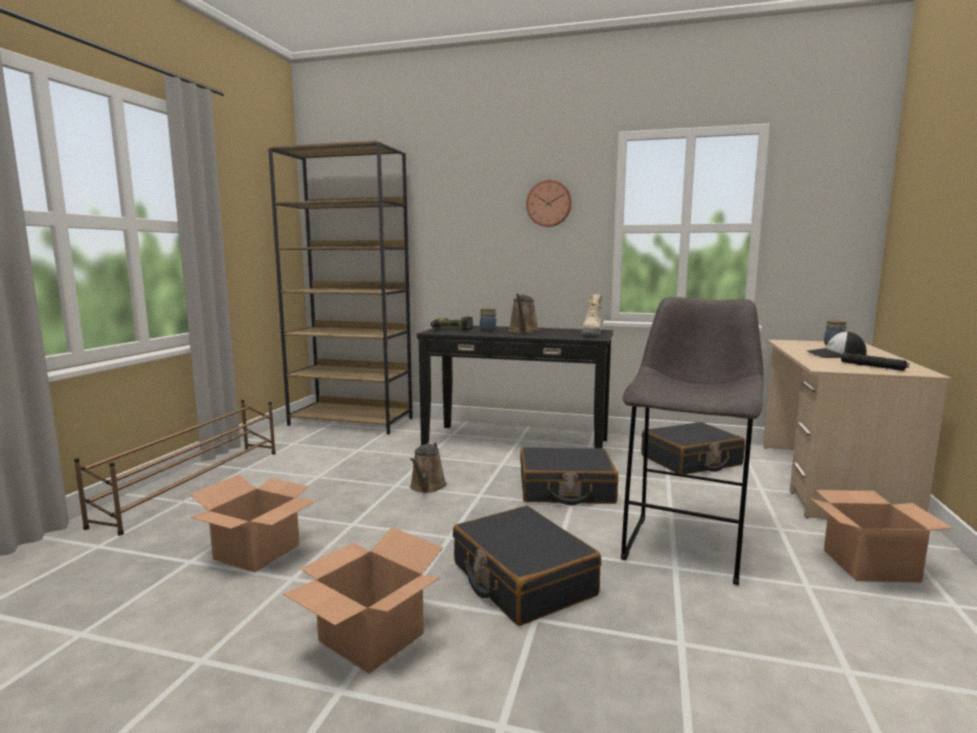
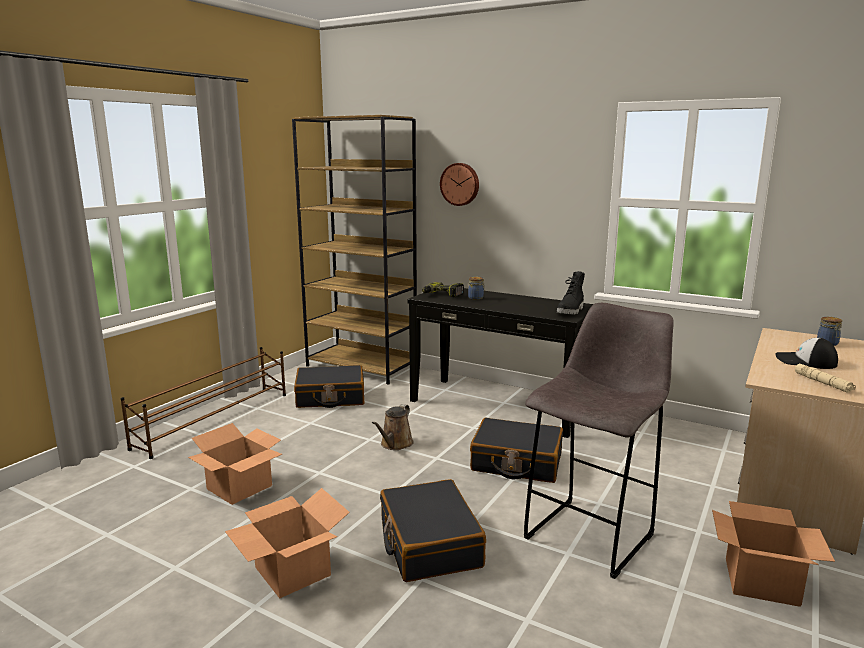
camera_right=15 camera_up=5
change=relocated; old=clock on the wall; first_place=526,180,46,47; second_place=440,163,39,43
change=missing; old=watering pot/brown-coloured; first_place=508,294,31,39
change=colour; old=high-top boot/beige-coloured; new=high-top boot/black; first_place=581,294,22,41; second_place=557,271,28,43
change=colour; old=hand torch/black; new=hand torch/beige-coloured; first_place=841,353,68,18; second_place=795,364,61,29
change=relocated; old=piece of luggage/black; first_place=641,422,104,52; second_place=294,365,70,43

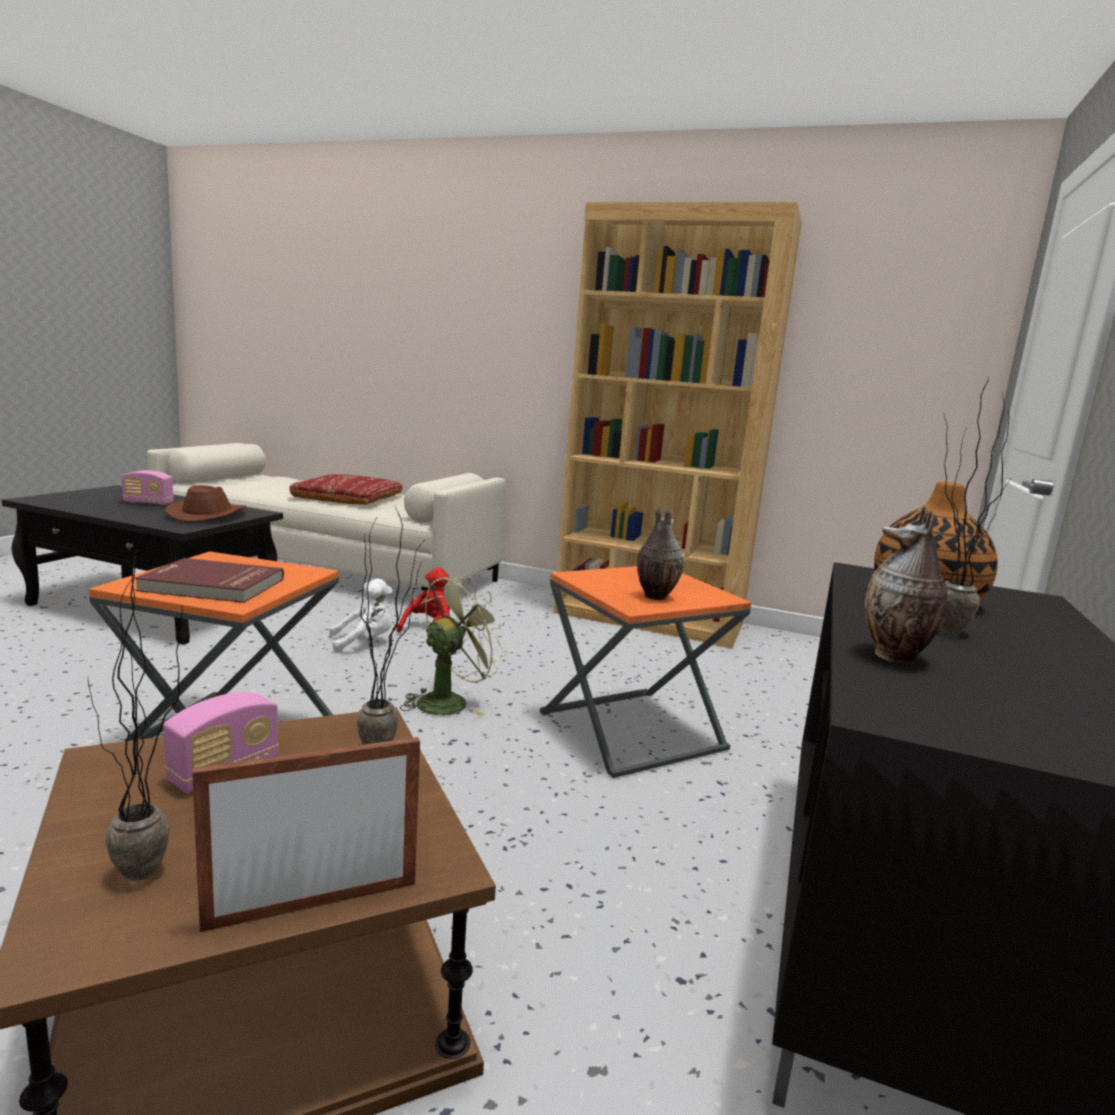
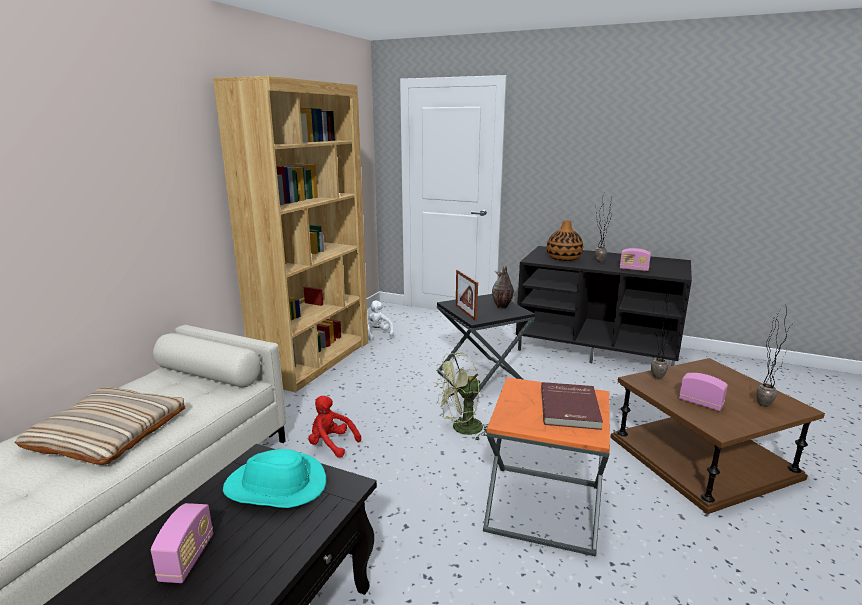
camera_right=-85 camera_up=5
change=colour; old=cushion/red; new=cushion/beige-coloured; first_place=289,474,114,31; second_place=15,387,170,78
change=colour; old=clothing hat/brown-coloured; new=clothing hat/blue-green; first_place=165,485,82,37; second_place=223,449,103,59
change=exchanged; old=vase; new=radio; first_place=864,506,84,158; second_place=620,248,31,23
change=colour; old=accent table/orangey; new=accent table/black; first_place=540,566,211,212; second_place=436,294,99,106
change=spun; old=fan/greenish; first_place=400,574,108,142; second_place=434,352,54,88; degrees=-75
change=relocated; old=soft toy/whitish; first_place=329,579,63,74; second_place=367,300,27,40
change=relocated; old=picture frame; first_place=192,737,228,195; second_place=456,270,22,51

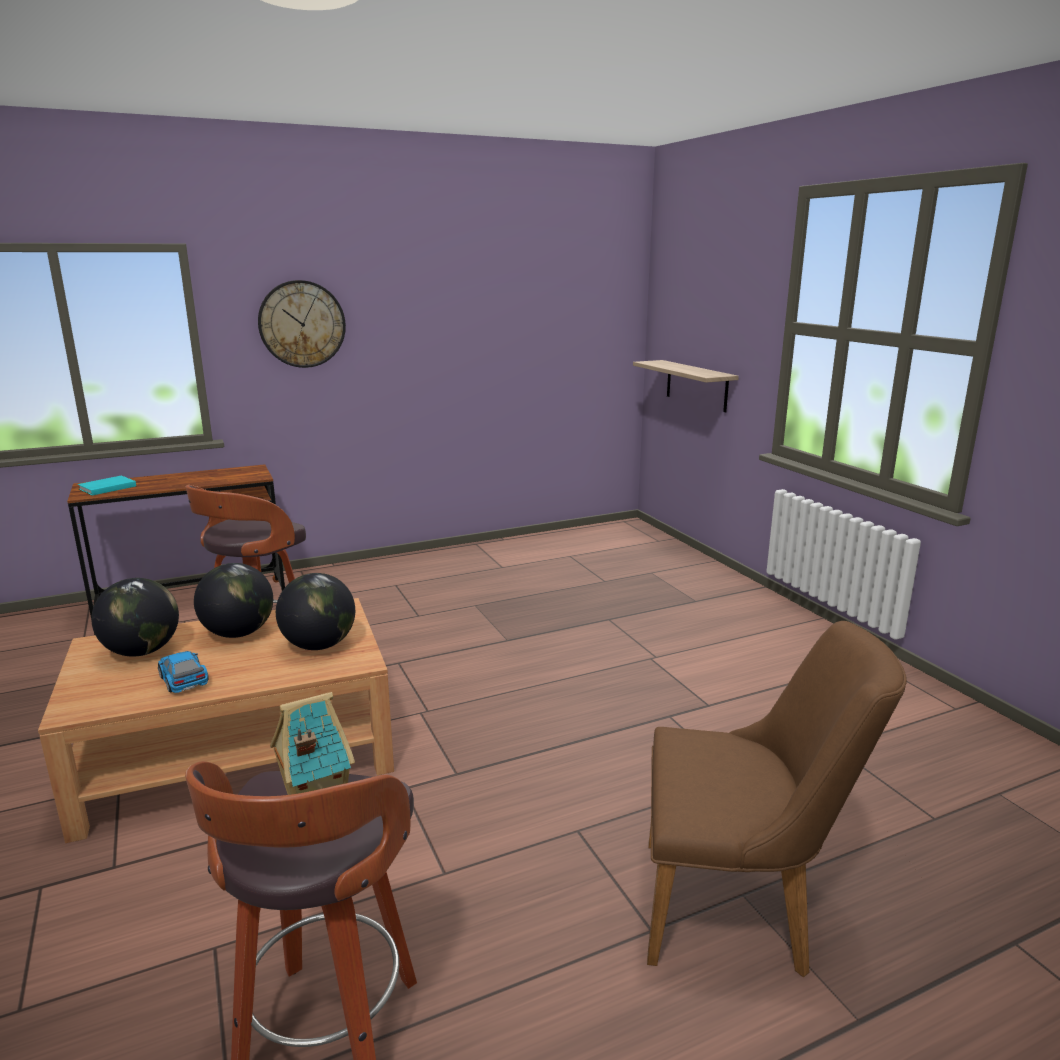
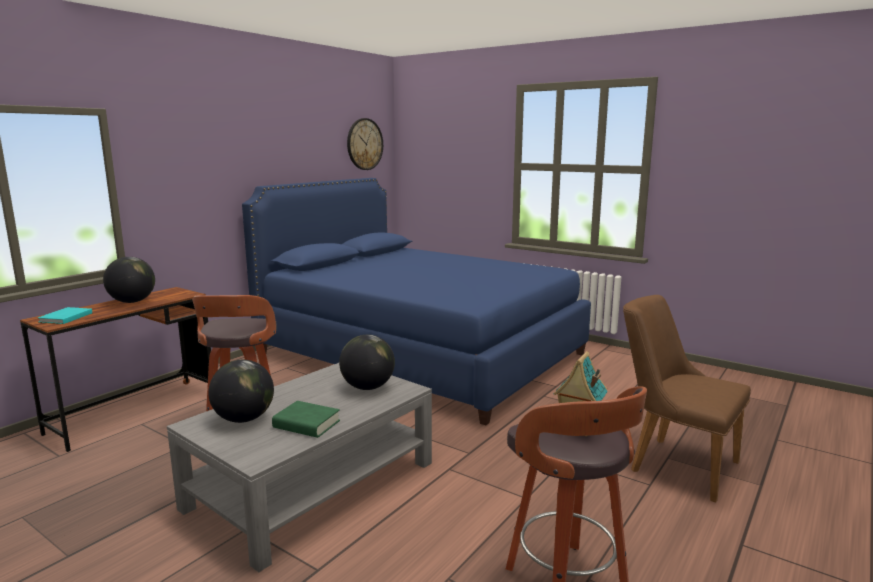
camera_right=-30 camera_up=-5
change=relocated; old=clock on the wall; first_place=258,280,88,88; second_place=347,118,36,52
change=missing; old=wall shelf; first_place=633,360,106,52
change=relocated; old=globe; first_place=194,563,79,75; second_place=103,257,52,46
change=colour; old=lounge table/brown-coloured; new=lounge table/greyish; first_place=38,598,356,245; second_place=167,363,265,209
change=spun; old=upright chair/brown-coloured; first_place=647,621,260,357; second_place=623,295,128,208; degrees=-120
change=exchanged; old=model car; new=bound book/greenish; first_place=158,651,51,42; second_place=272,401,68,37
change=appeared; new=bedroom bed/blue-coloured; second_place=242,178,349,247

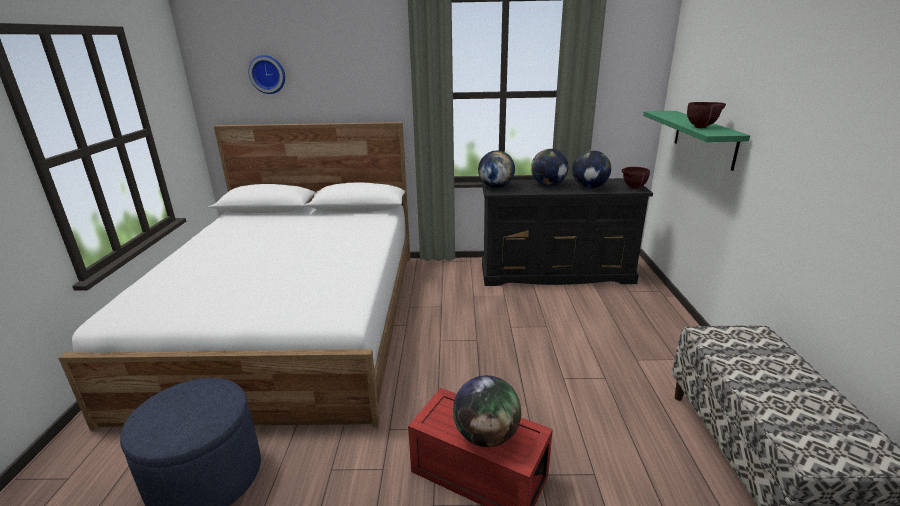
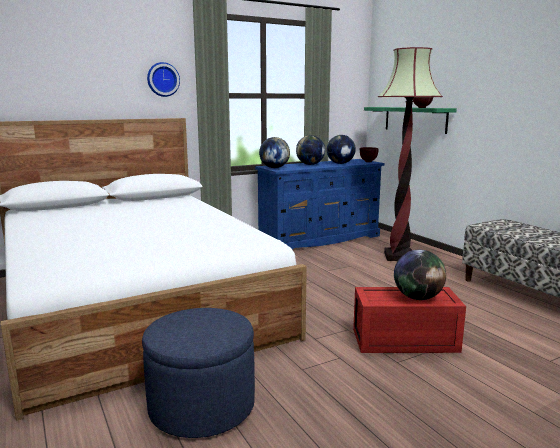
camera_right=-30 camera_up=-10
change=relocated; old=clock on the wall; first_place=248,55,37,39; second_place=147,62,33,35
change=colour; old=chest of drawers/black; new=chest of drawers/blue-coloured; first_place=482,178,171,108; second_place=255,159,129,90
change=appeared; new=standing lamp; second_place=378,47,65,214

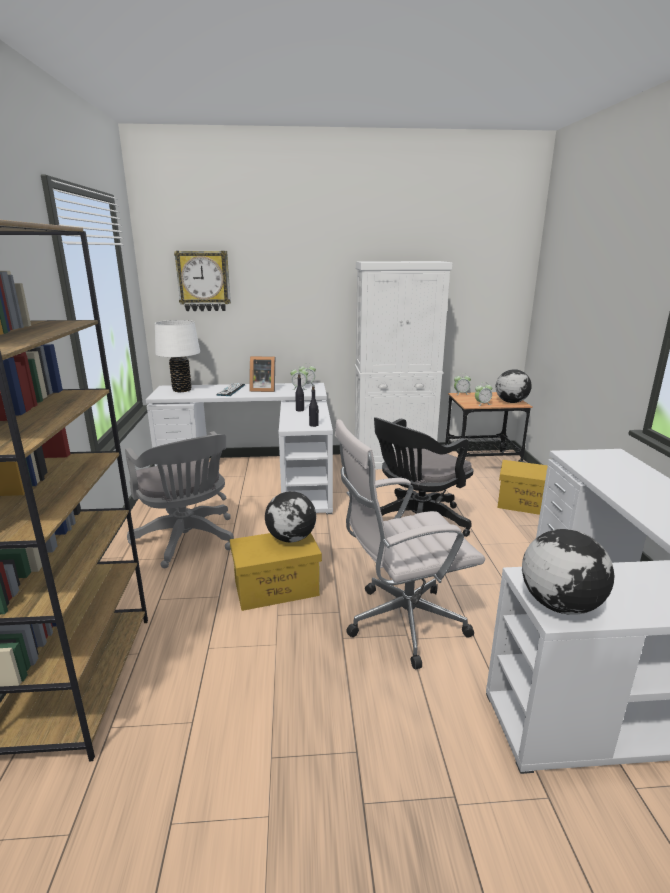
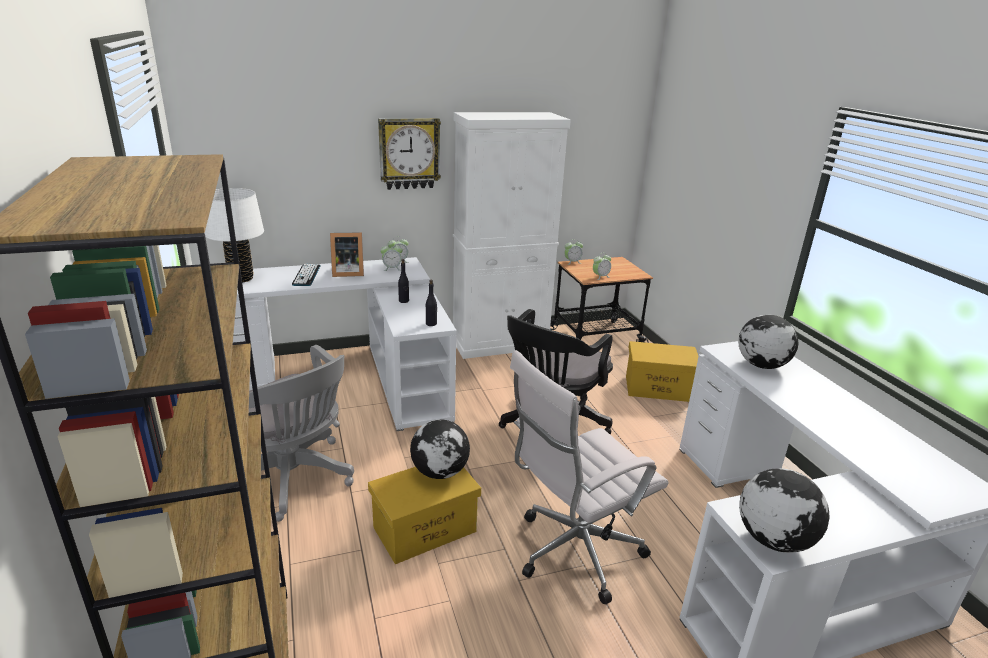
camera_right=-15 camera_up=5
change=relocated; old=clock on the wall; first_place=174,251,57,60; second_place=378,118,63,72
change=relocated; old=globe; first_place=496,369,36,34; second_place=738,315,60,54

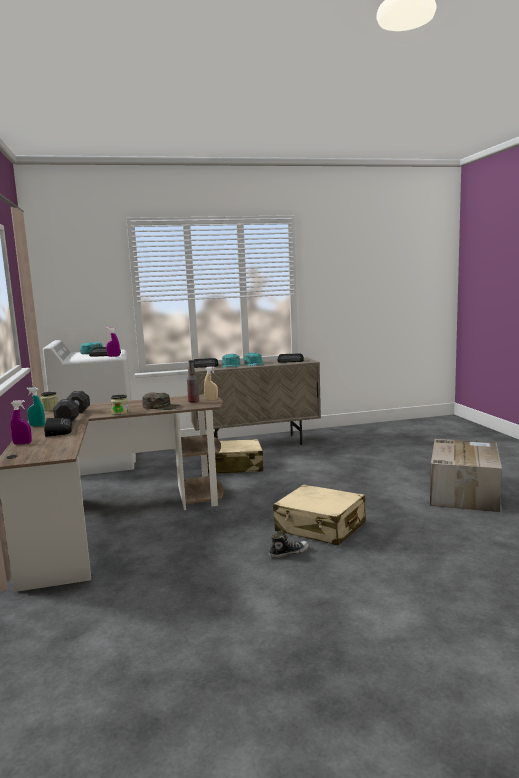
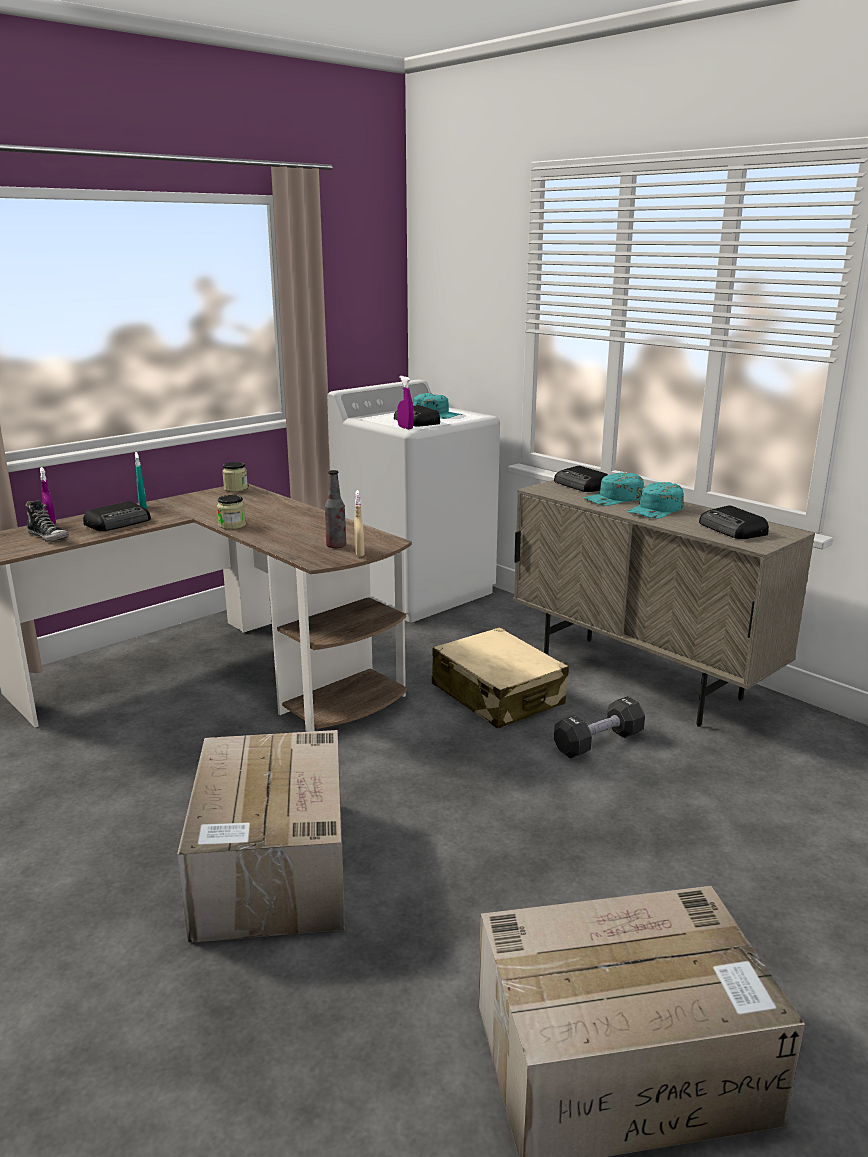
camera_right=60 camera_up=10
change=relocated; old=hand weight/black; first_place=53,391,37,30; second_place=554,696,91,63
change=missing; old=cap/greenish; first_place=142,392,39,18
change=exchanged; old=piece of luggage/beige-coloured; new=packing box; first_place=273,484,93,62; second_place=177,730,168,213
change=relocated; old=item of footwear; first_place=269,531,40,27; second_place=26,500,43,42

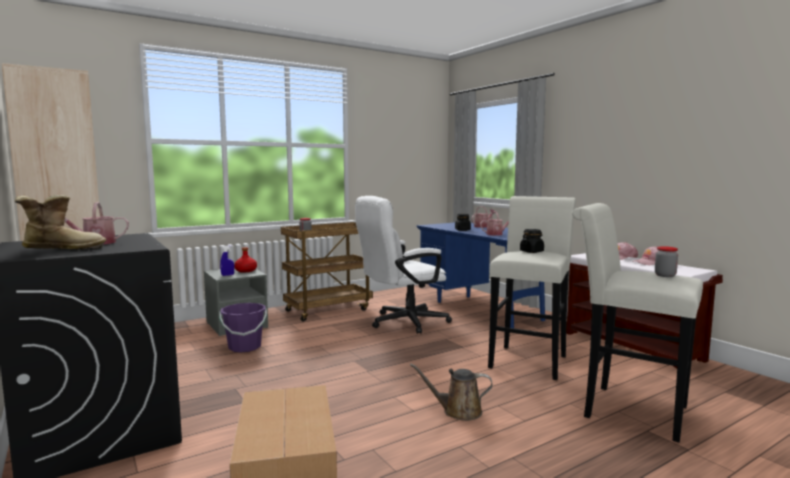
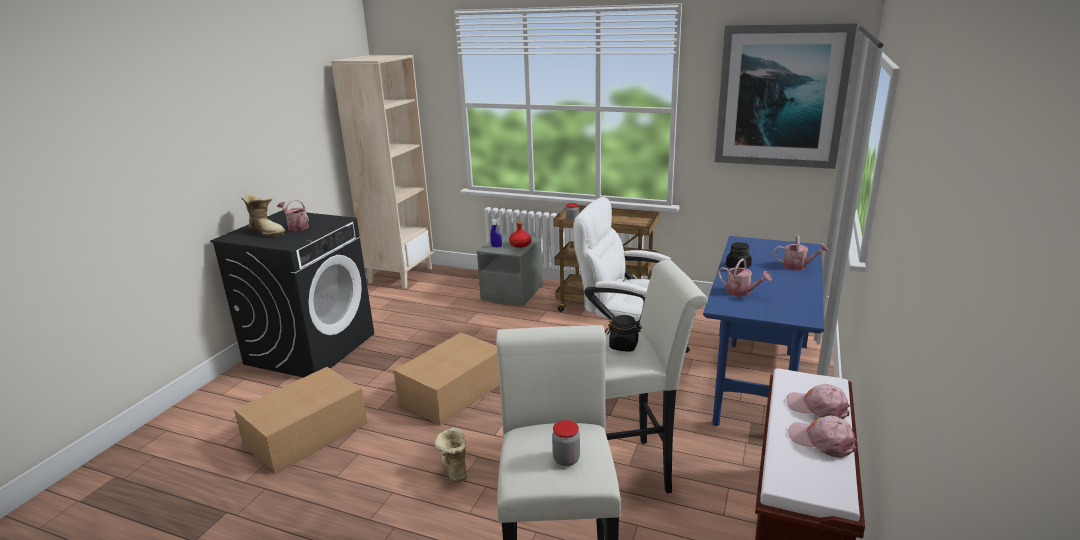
camera_right=55 camera_up=15
change=missing; old=pail/purplish; first_place=219,303,48,50
change=exchanged; old=watering pot/brown-coloured; new=high-top boot; first_place=410,363,82,58; second_place=435,428,32,55
change=appeared; new=wall picture; second_place=715,23,142,146
change=appeared; new=packing box; second_place=394,332,106,94

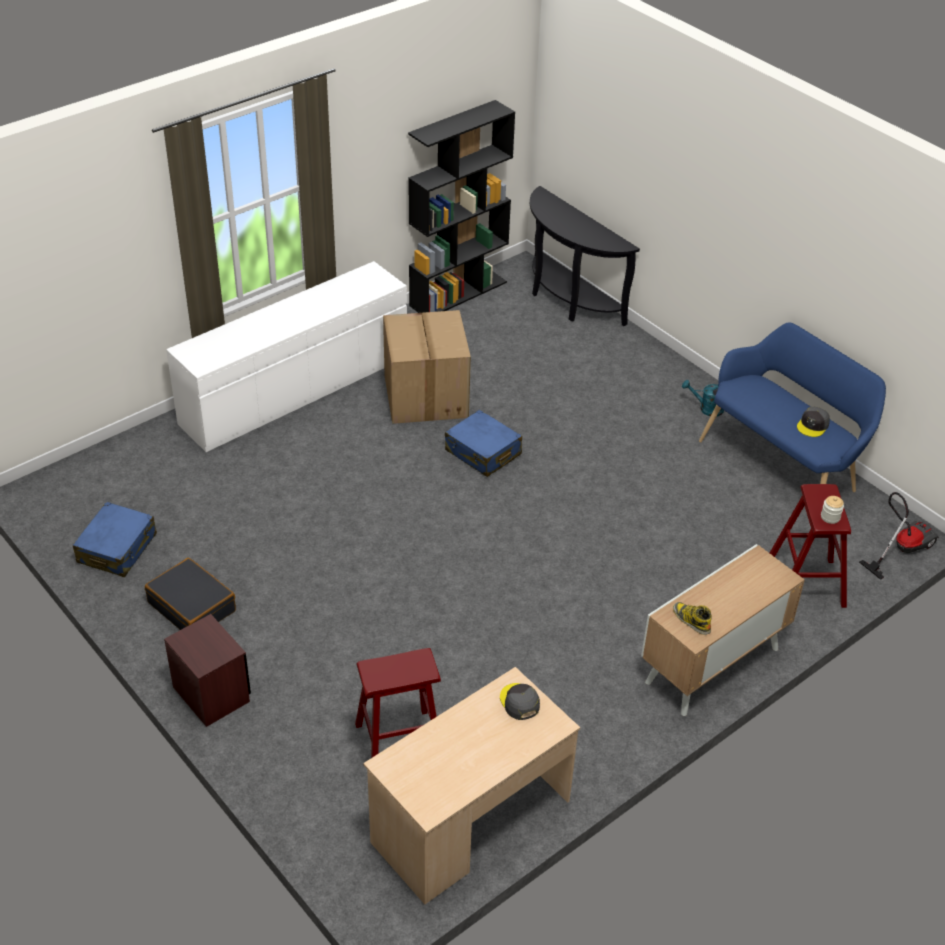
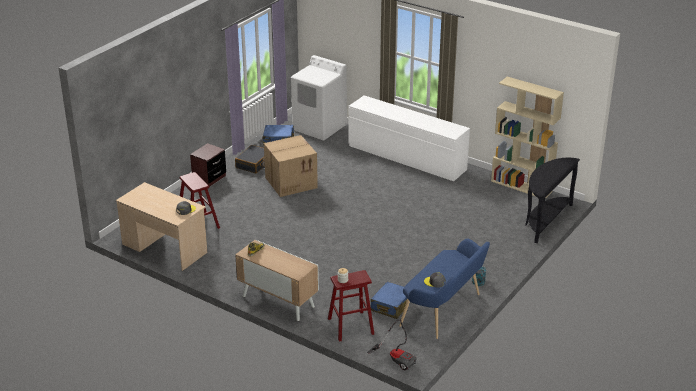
camera_right=75 camera_up=-10
change=colour; old=bookcase/black; new=bookcase/beige-coloured; first_place=408,100,107,213; second_place=491,77,73,122
change=relocated; old=packing box; first_place=383,310,88,114; second_place=264,135,54,62
change=relocated; old=piece of luggage/blue-coloured; first_place=445,410,77,67; second_place=371,282,40,37
change=appeared; new=washing machine/whitish; second_place=291,55,56,85

